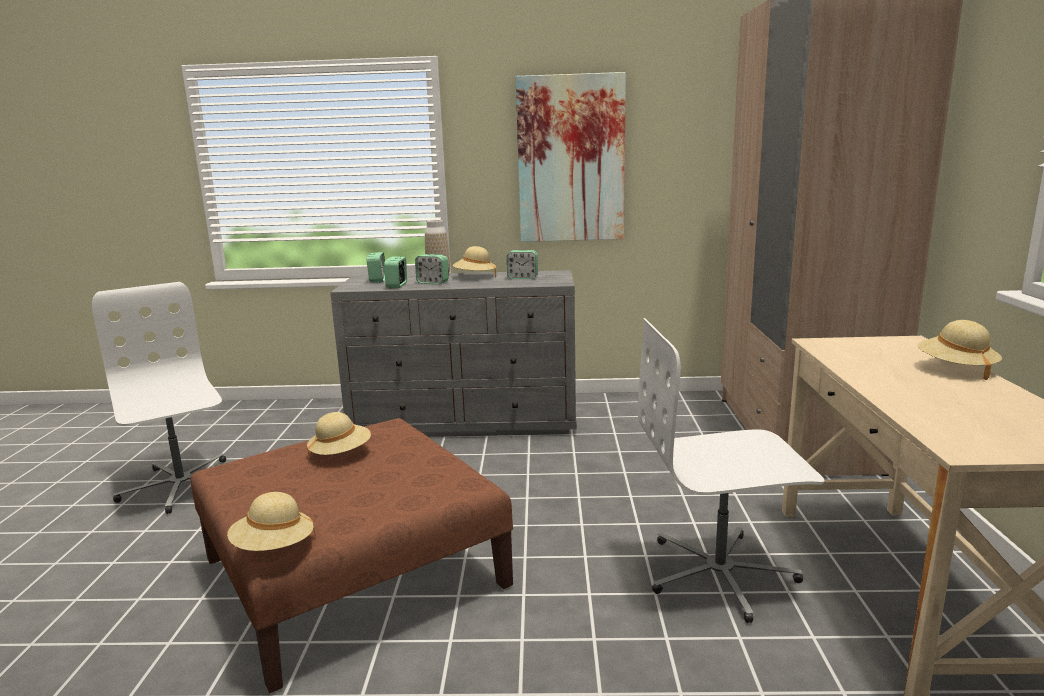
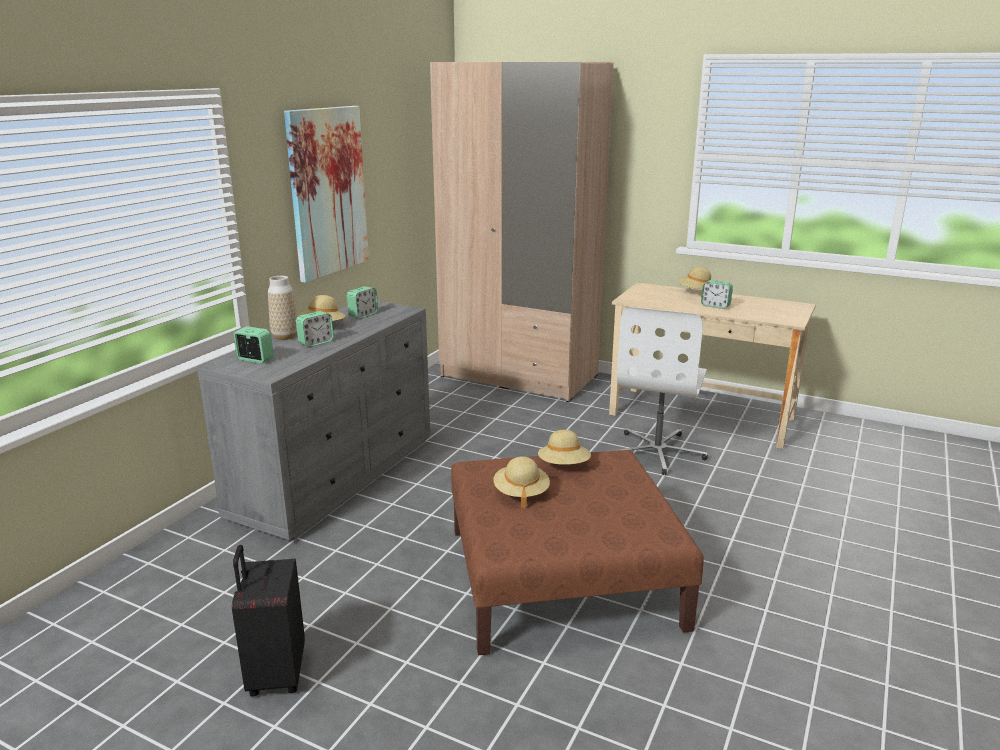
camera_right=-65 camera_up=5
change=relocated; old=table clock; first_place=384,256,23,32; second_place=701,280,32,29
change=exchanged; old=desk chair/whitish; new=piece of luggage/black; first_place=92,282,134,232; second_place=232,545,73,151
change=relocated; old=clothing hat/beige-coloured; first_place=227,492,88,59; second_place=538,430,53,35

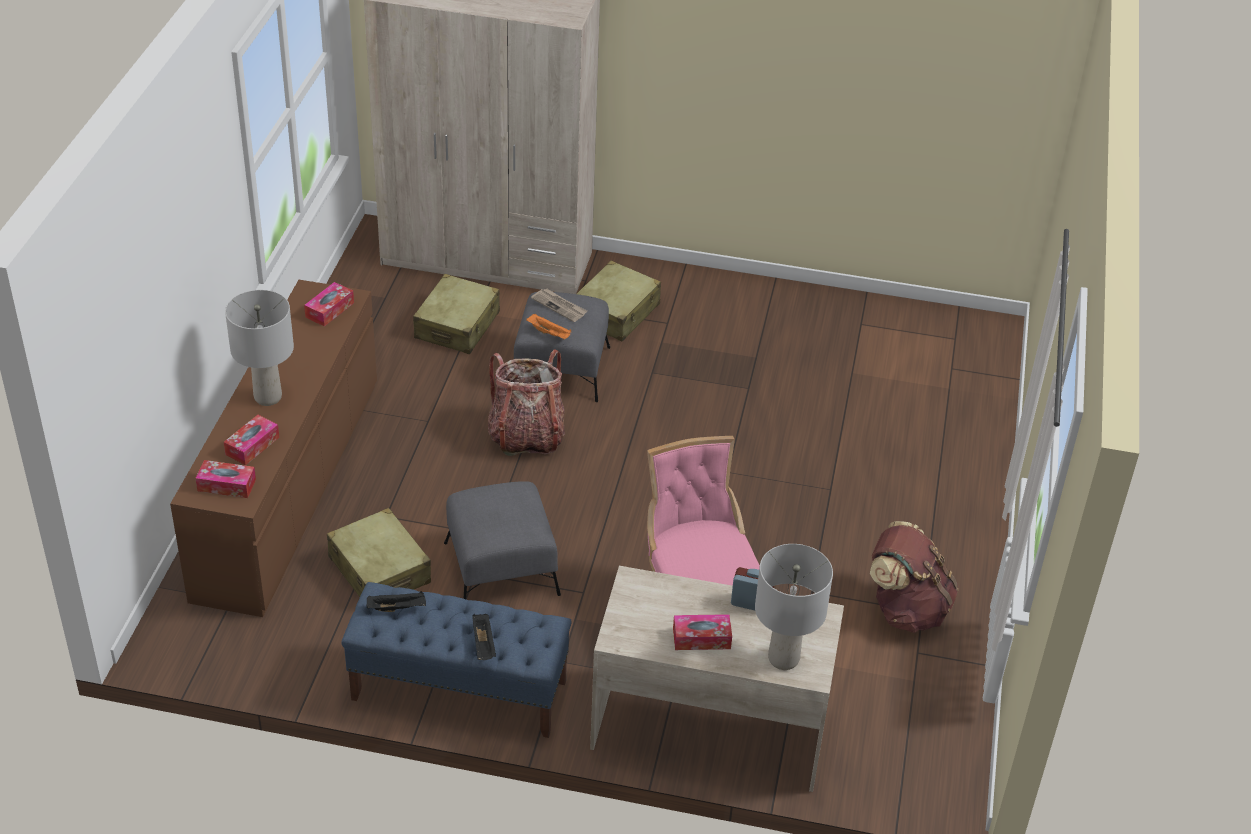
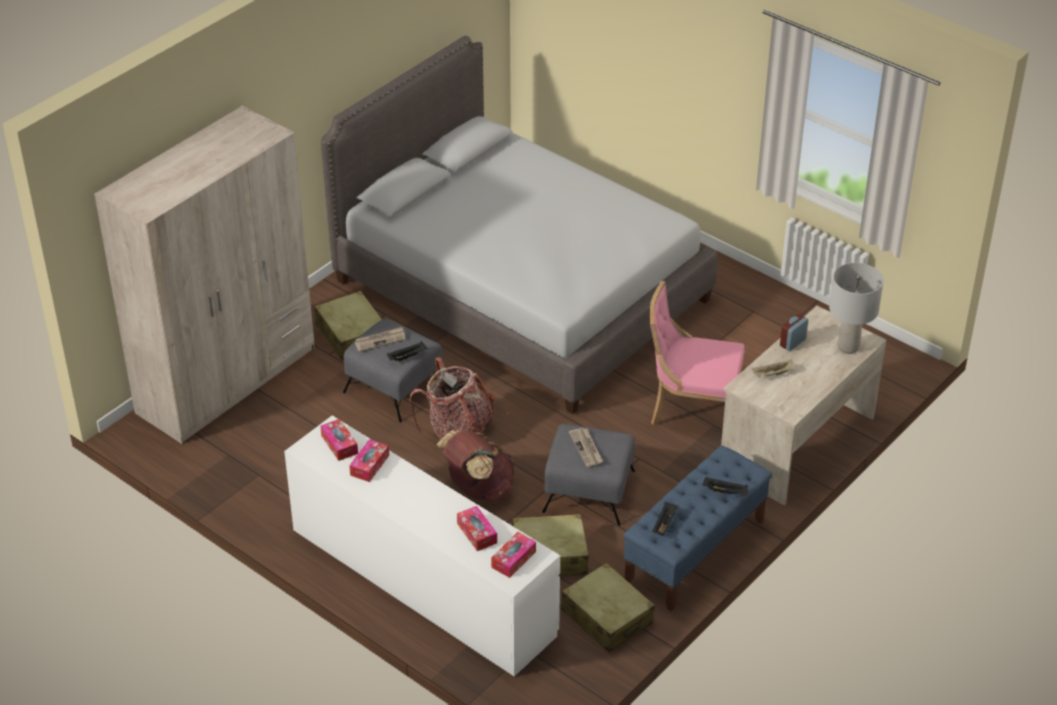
camera_right=-60 camera_up=0
change=relocated; old=piece of luggage/beige-coloured; first_place=413,274,87,80; second_place=561,563,94,90
change=colour; old=chest of drawers/brown-coloured; new=chest of drawers/whitish; first_place=170,280,207,337; second_place=284,415,276,261
change=missing; old=table lamp/greyish; first_place=225,290,69,116
change=colour; old=tray/orangey; new=tray/black; first_place=526,314,46,25; second_place=387,341,42,20
change=relocated; old=knapsack/brown-coloured; first_place=870,521,88,112; second_place=436,430,79,71
change=relocated; old=tissue holder; first_place=673,614,59,36; second_place=349,439,40,43
change=appeared; new=bedroom bed/greyish; second_place=321,36,397,378
change=appeared; new=tray/beige-coloured; second_place=752,359,44,18
change=appeared; new=daily paper; second_place=569,428,34,39

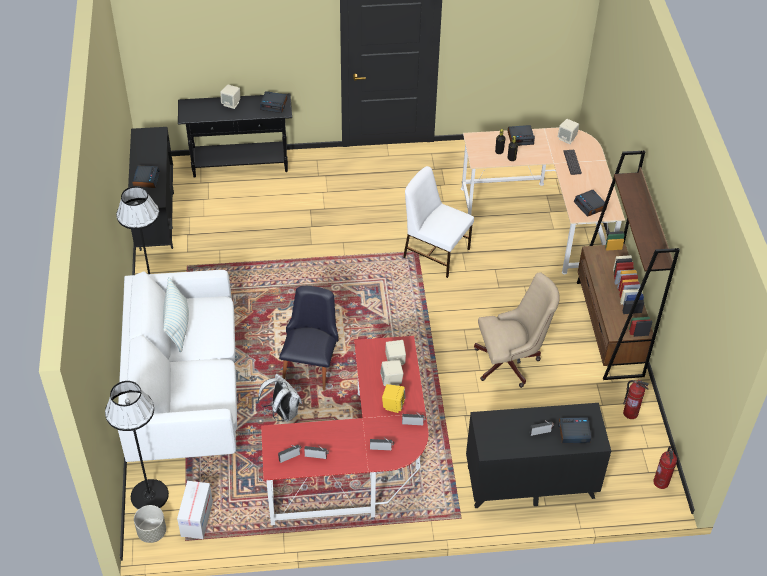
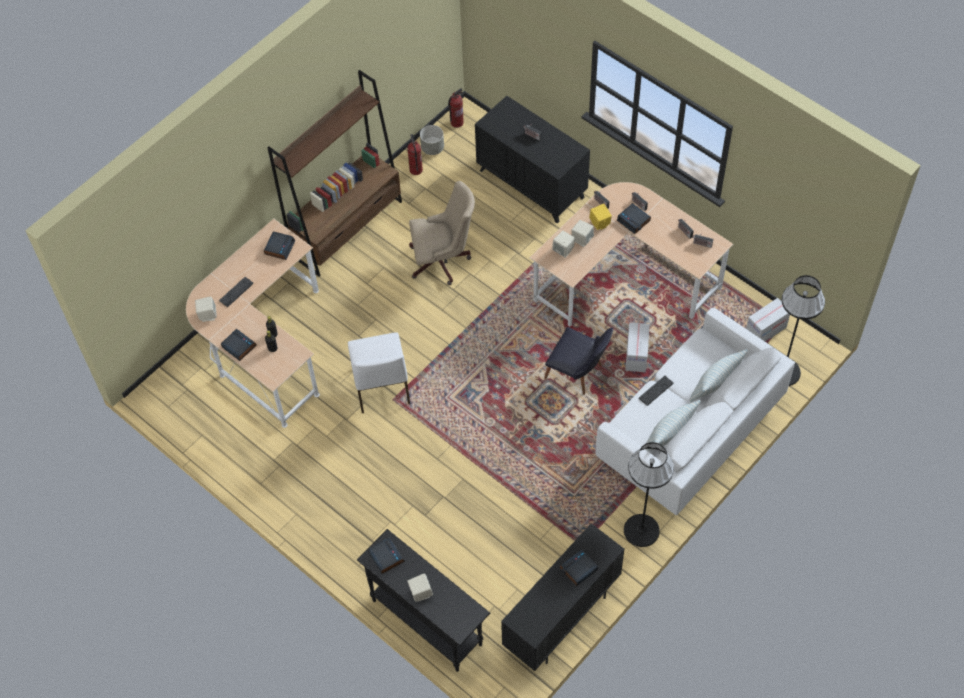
camera_right=-130 camera_up=10
change=spun; old=desk chair/beige-coloured; first_place=474,272,86,116; second_place=409,181,66,104; degrees=135
change=spun; old=upright chair/black; first_place=279,286,59,105; second_place=544,327,69,68; degrees=-120
change=colour; old=desk/red; new=desk/beige-coloured; first_place=261,336,168,189; second_place=530,182,203,144
change=exchanged; old=knapsack/whitish; new=packing box; first_place=258,374,44,48; second_place=625,322,25,50
change=relocated; old=table clock; first_place=558,417,33,26; second_place=617,203,34,31
change=relocated; old=flower pot/greyish; first_place=134,505,32,38; second_place=420,125,24,30
change=appeared; new=cushion; second_place=689,349,59,53
change=appeared; new=computer keyboard; second_place=639,376,34,30

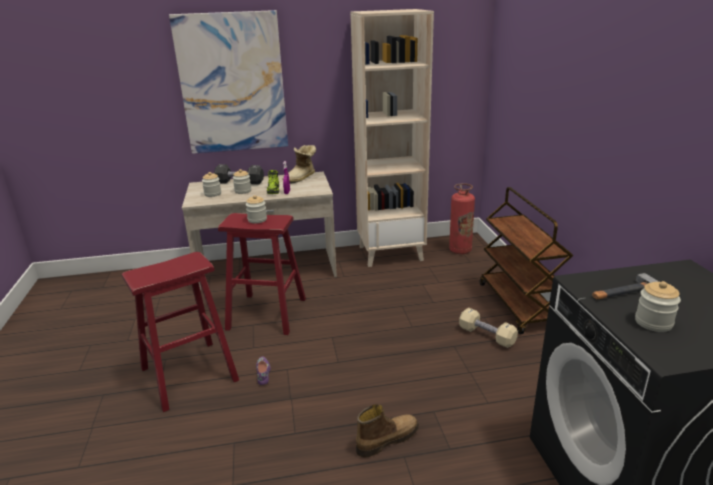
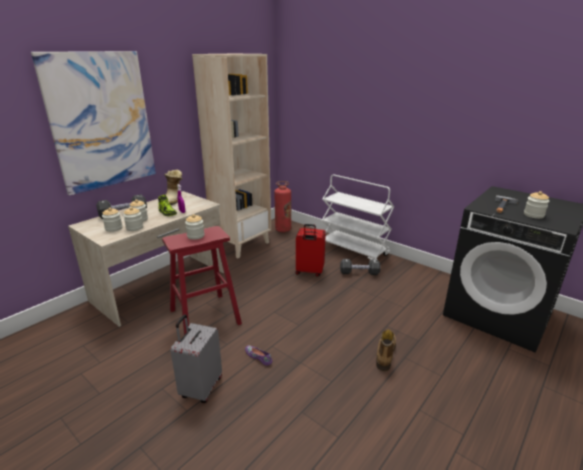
camera_right=-40 camera_up=0
change=colour; old=trolley/brown-coloured; new=trolley/whitish; first_place=480,187,93,147; second_place=321,174,73,86
change=exchanged; old=sitting stool/red; new=piece of luggage/greyish; first_place=121,252,118,160; second_place=170,314,52,89
change=colour; old=hand weight/beige-coloured; new=hand weight/black; first_place=459,308,59,40; second_place=340,259,40,16
change=appeared; new=jar; second_place=123,207,20,24
change=appeared; new=piece of luggage/red; second_place=295,224,31,53

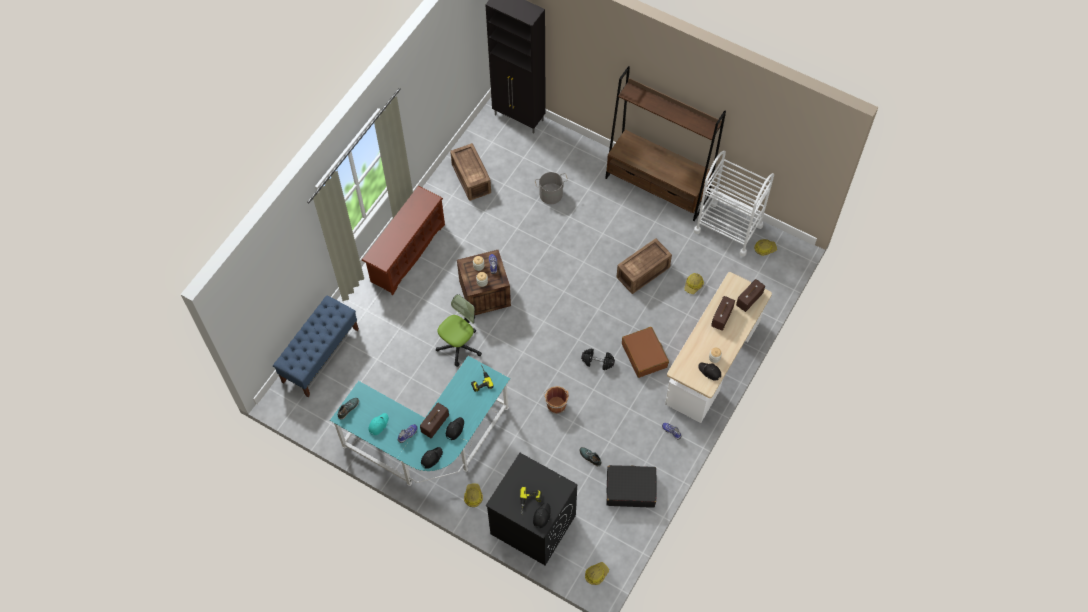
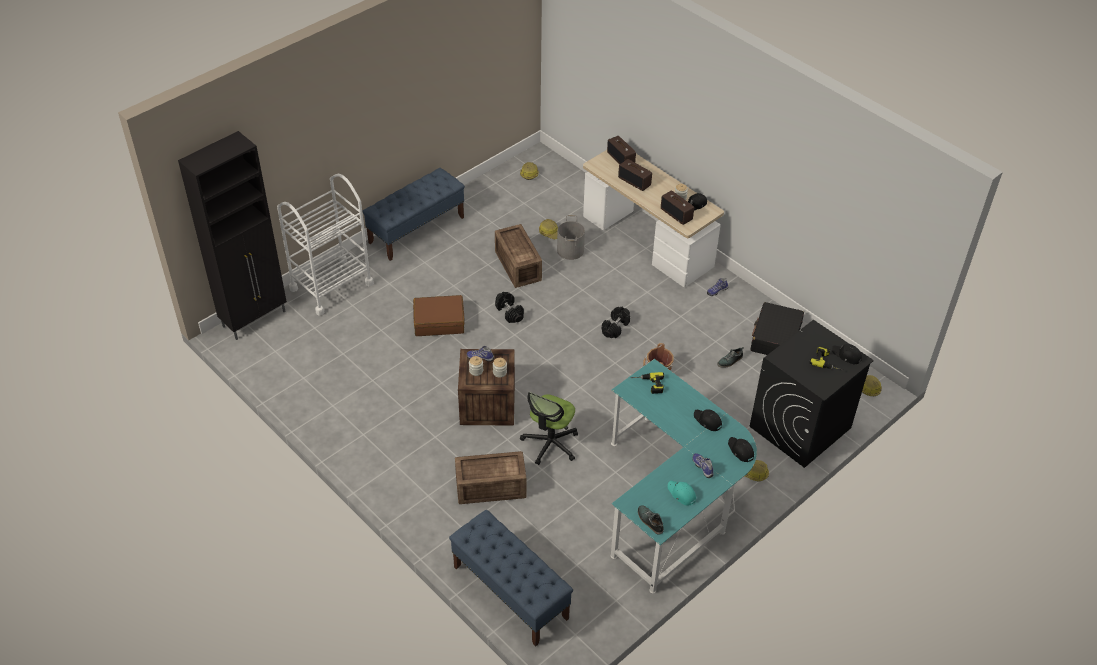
camera_right=-75 camera_up=-15
change=exchanged; old=bookcase/brown-coloured; new=long seat/blue-coloured; first_place=605,66,121,155; second_place=362,168,103,93
change=relocated; old=shipping crate; first_place=450,143,41,58; second_place=455,451,71,53
change=relocated; old=trolley/whitish; first_place=694,151,80,106; second_place=277,174,97,142
change=relocated; old=pail/greyish; first_place=535,172,33,32; second_place=557,215,28,45
change=missing; old=shoe shelf/brown-coloured; first_place=362,186,83,109
change=spun; old=desk chair; first_place=436,294,46,73; second_place=520,392,58,73; degrees=-120
change=relocated; old=piece of luggage/brown-coloured; first_place=622,327,47,51; second_place=413,295,51,41
change=relocated; old=radio; first_place=420,403,29,35; second_place=661,190,33,35
change=appeared; new=hand weight/black; second_place=495,292,29,31

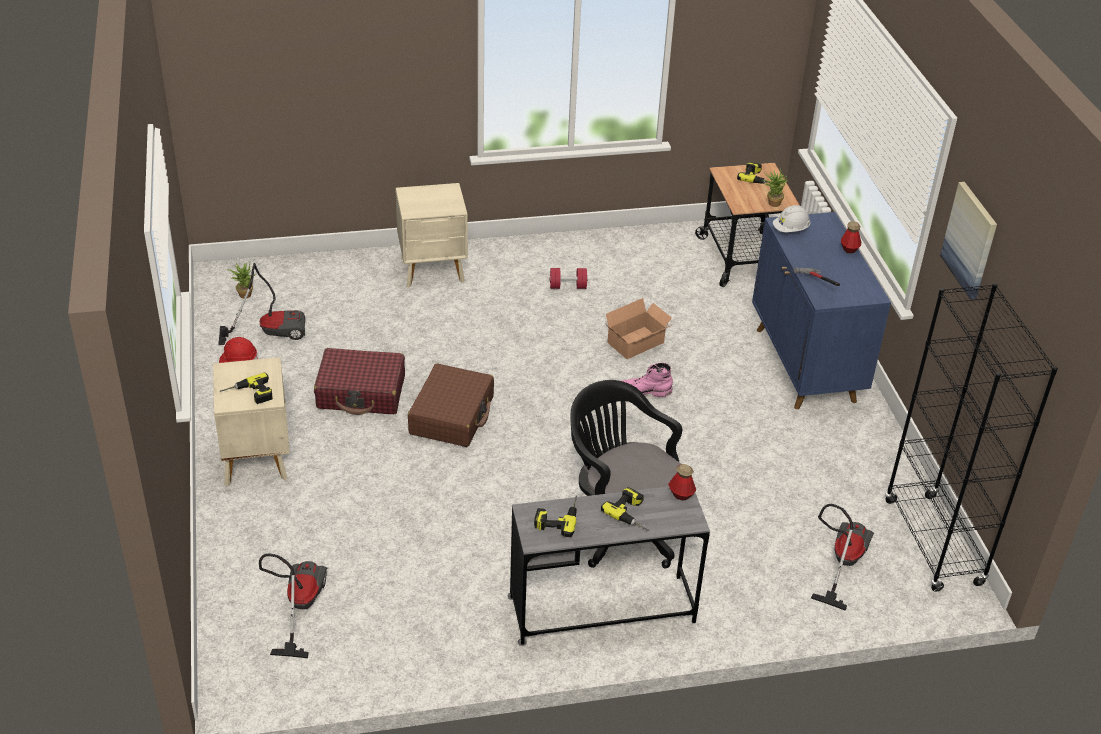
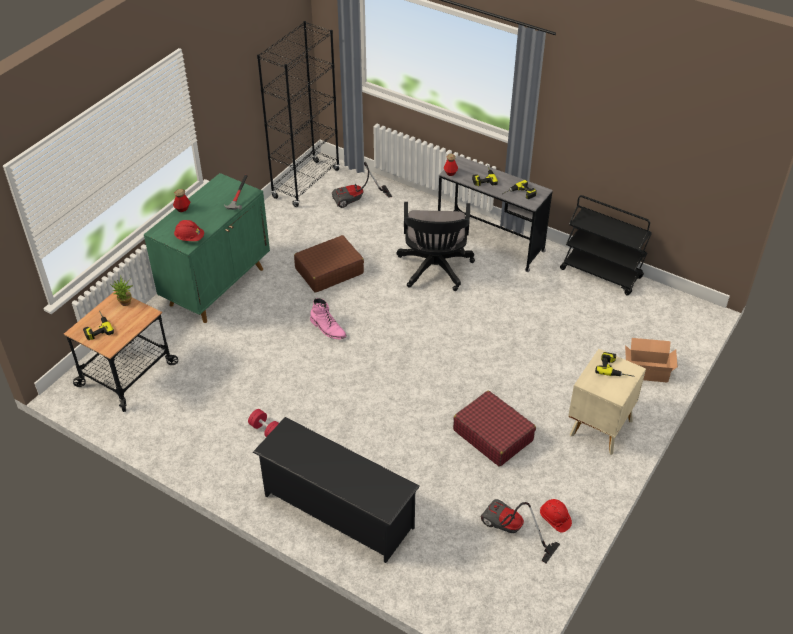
camera_right=-135 camera_up=5
change=missing; old=wall picture; first_place=940,182,57,118
change=exchanged; old=nightstand/beige-coloured; new=shoe shelf/black; first_place=396,183,72,104; second_place=253,417,167,146
change=colour; old=hard hat/whitish; new=hard hat/red; first_place=773,205,38,27; second_place=174,220,30,21
change=colour; old=cabinet/blue-coloured; new=cabinet/greenish; first_place=752,212,139,197; second_place=144,173,126,150
change=missing; old=potted plant; first_place=227,263,29,35
change=relocated; old=packing box; first_place=605,298,67,61; second_place=625,338,53,45
change=relocated; old=piece of luggage/brown-coloured; first_place=408,363,86,84; second_place=294,235,70,58
change=missing; old=hoover; first_place=259,554,69,104
change=appeared; new=trolley/black; second_place=560,195,92,101

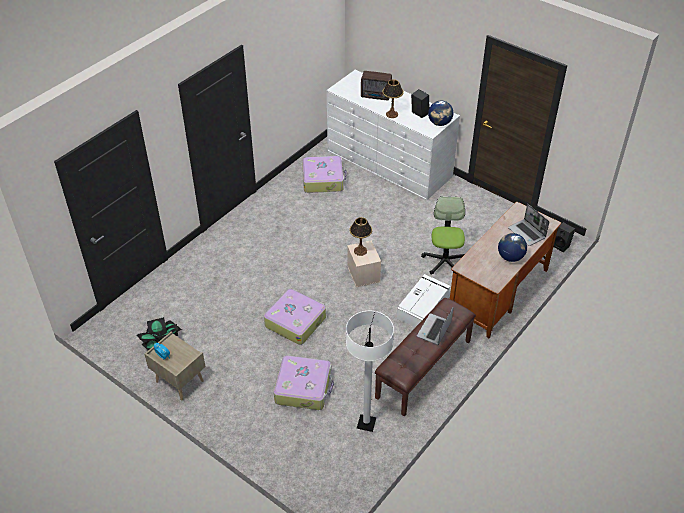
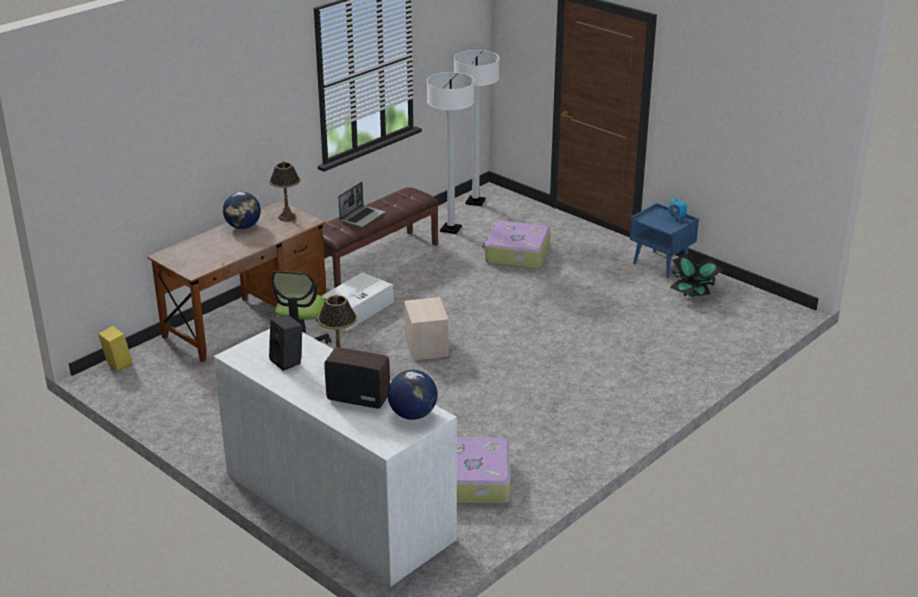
camera_right=-175 camera_up=-15
change=relocated; old=globe; first_place=428,101,26,25; second_place=388,370,50,50
change=missing; old=portable computer; first_place=508,204,41,42
change=relocated; old=table lamp; first_place=350,217,22,39; second_place=269,161,32,61
change=colour; old=speaker/black; new=speaker/yellow-coloured; first_place=554,222,21,30; second_place=98,326,35,45
change=missing; old=piece of luggage; first_place=264,289,62,56
change=colour; old=nightstand/beige-coloured; new=nightstand/blue-coloured; first_place=145,331,60,70; second_place=630,203,69,75
change=appeared; new=standing lamp/whitish; second_place=454,50,45,156

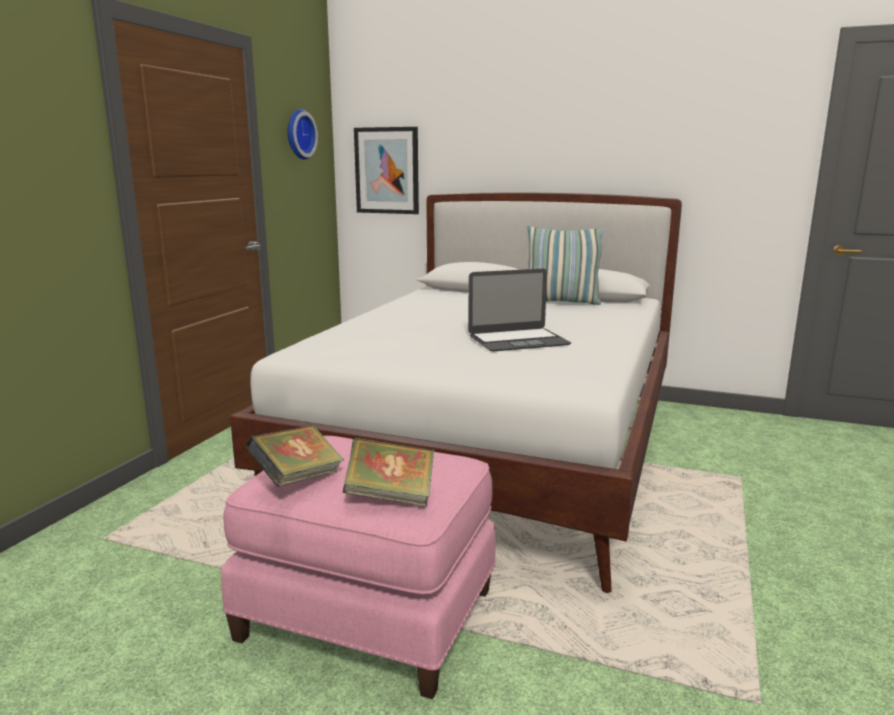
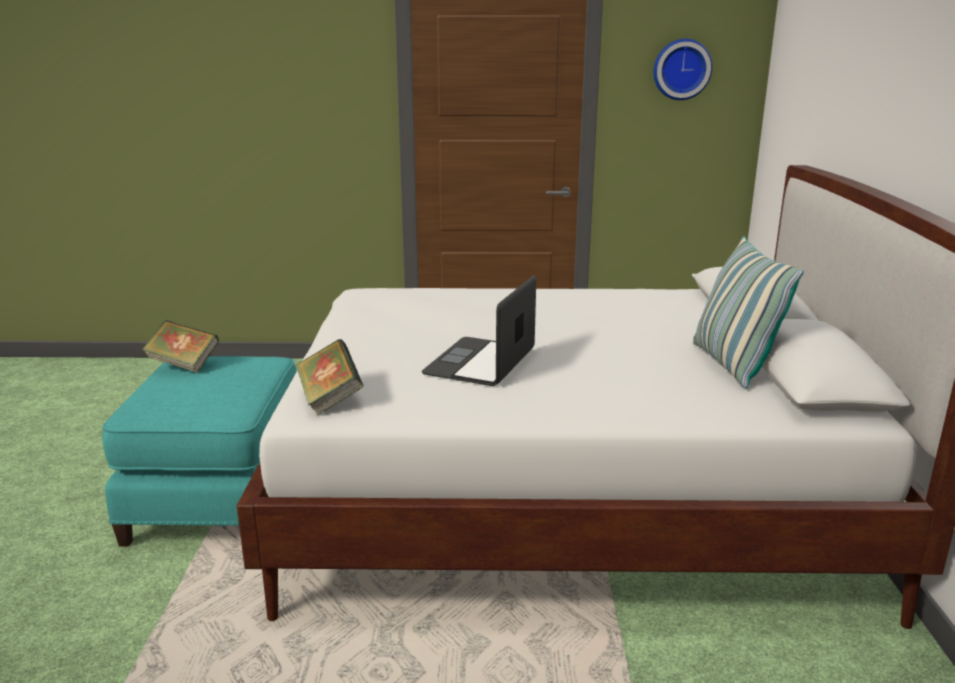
camera_right=70 camera_up=5
change=missing; old=wall picture; first_place=354,127,65,87
change=spun; old=portable computer; first_place=468,269,103,82; second_place=421,275,115,111; degrees=60
change=colour; old=ottoman/pink-coloured; new=ottoman/blue-green; first_place=221,436,275,263; second_place=102,356,195,191
change=relocated; old=bound book; first_place=343,437,91,69; second_place=295,339,69,77

